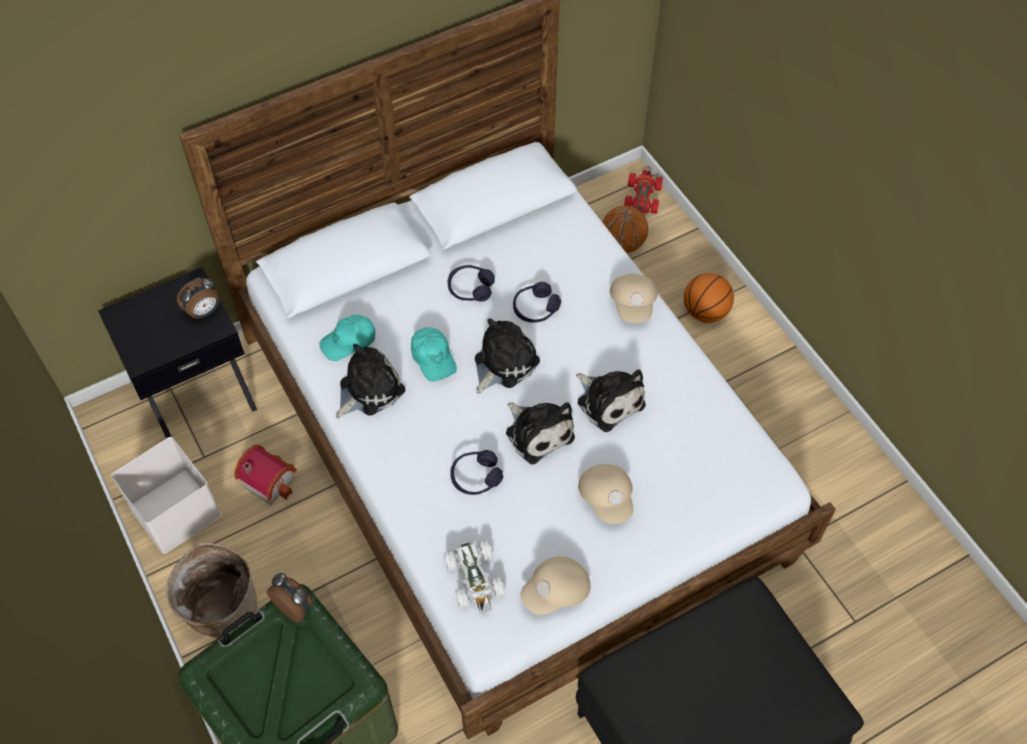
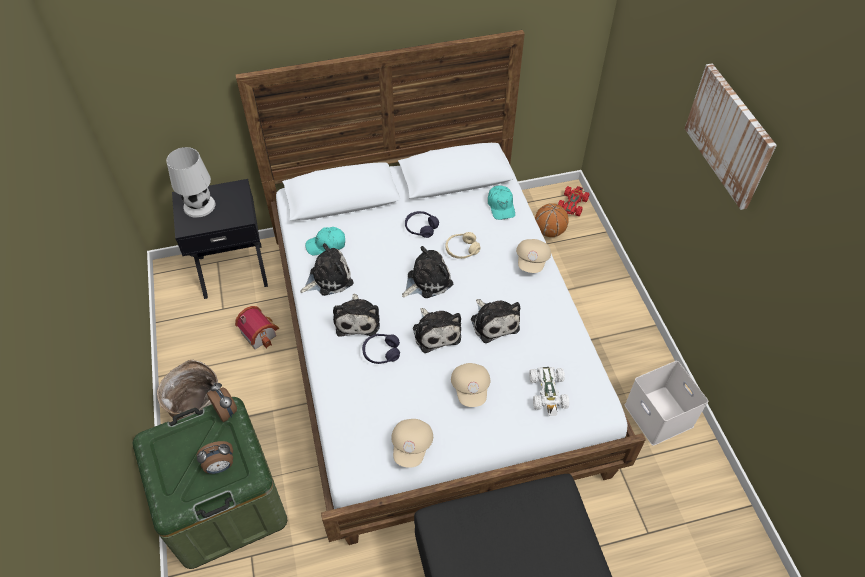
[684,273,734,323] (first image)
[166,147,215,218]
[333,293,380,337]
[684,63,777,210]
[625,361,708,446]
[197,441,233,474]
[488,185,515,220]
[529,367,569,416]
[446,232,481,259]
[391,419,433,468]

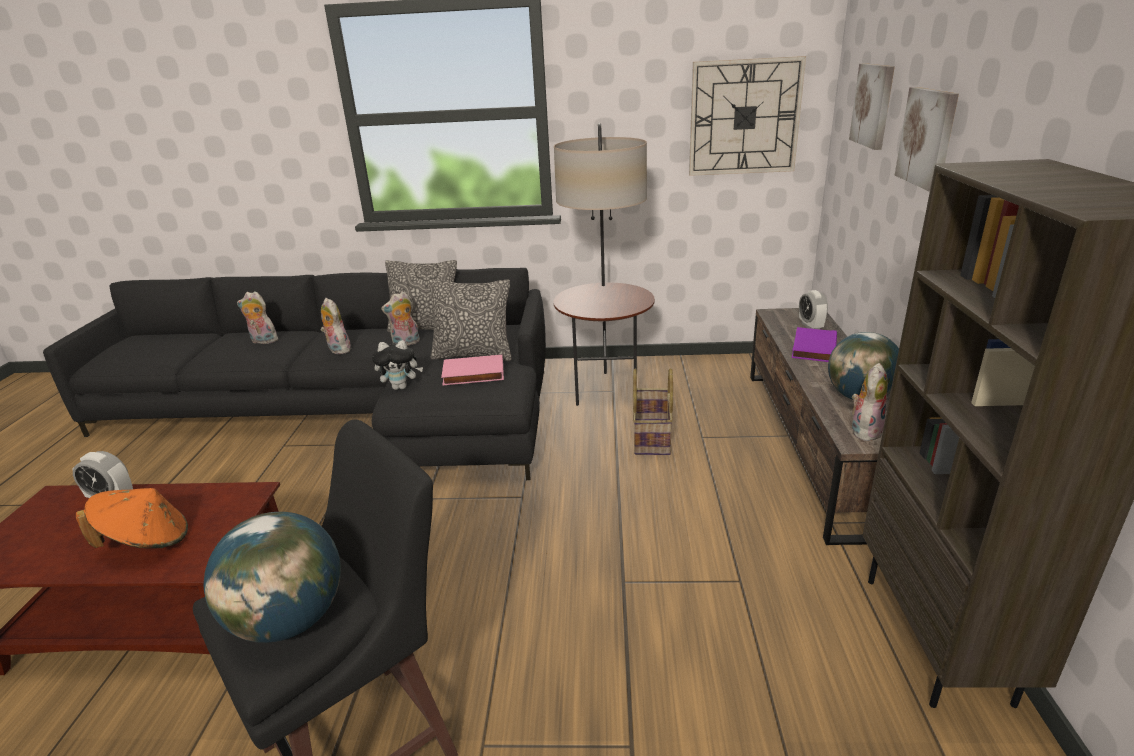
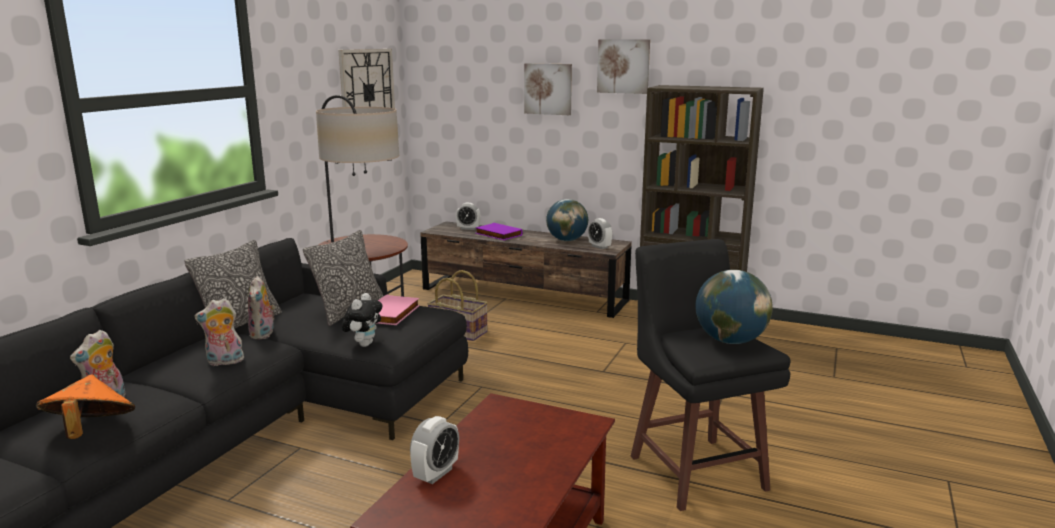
[36,375,135,439]
[597,40,650,94]
[588,218,612,249]

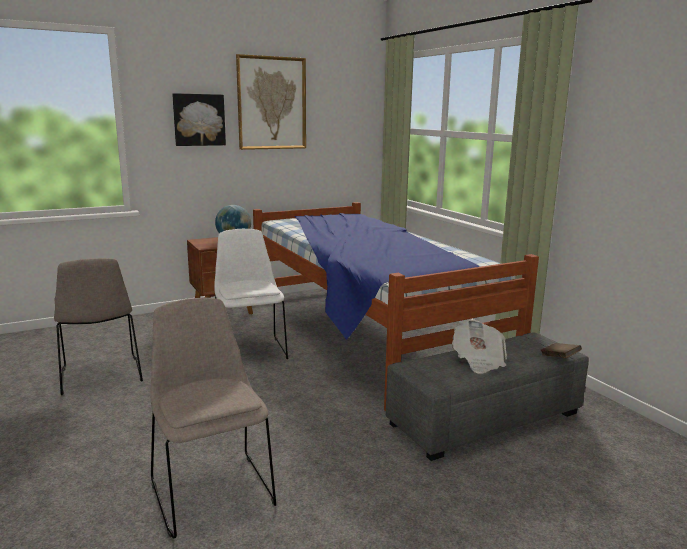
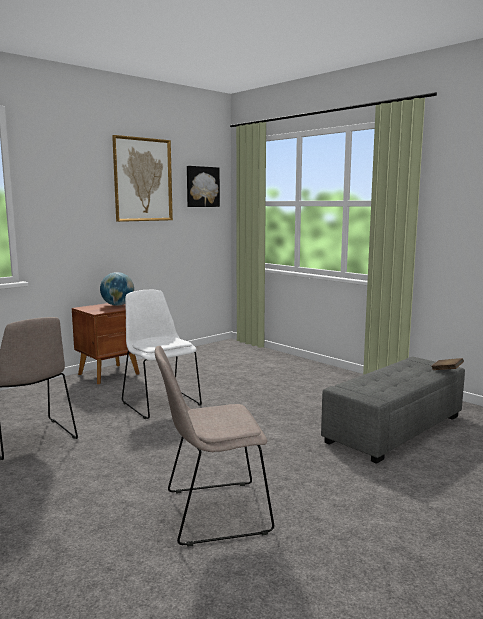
[253,202,539,411] (first image)
[451,320,507,374] (first image)
[187,166,220,207]
[155,346,274,547]

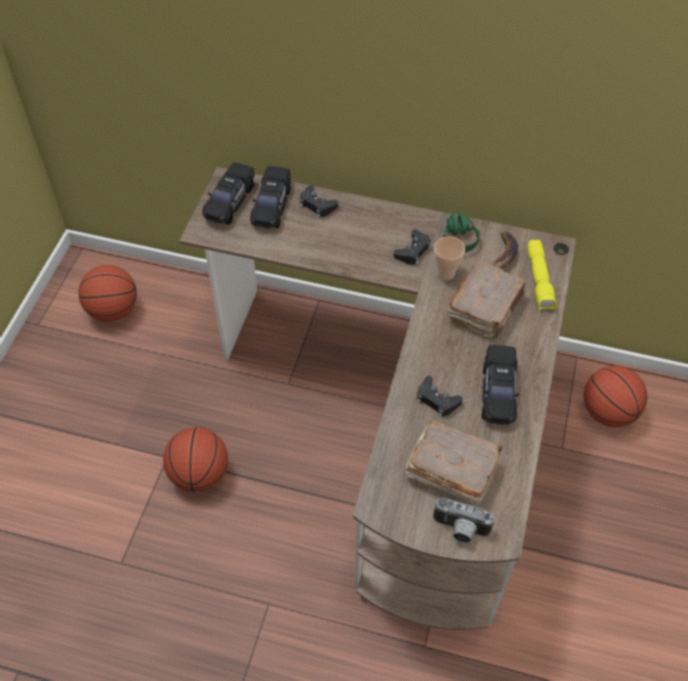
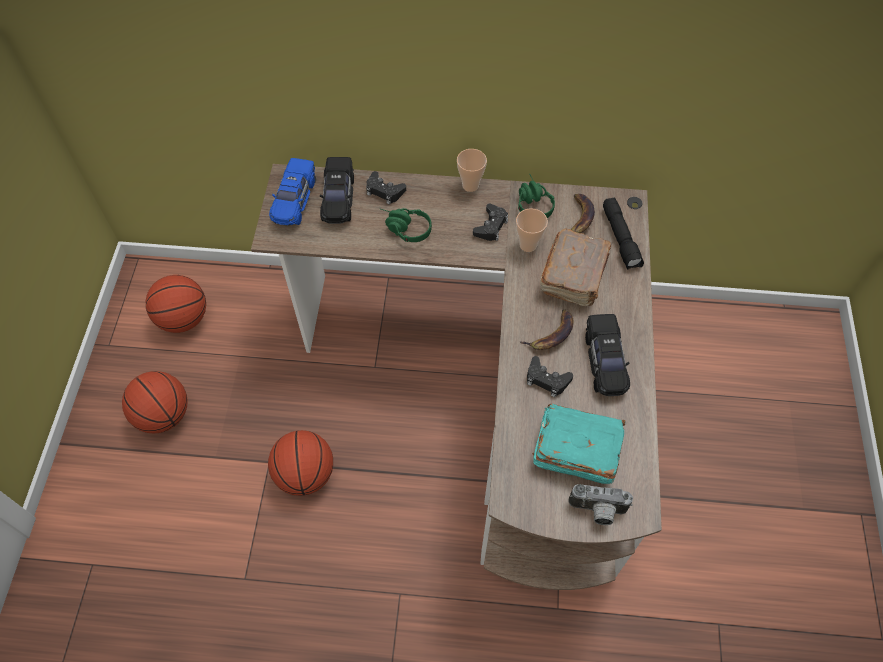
[379,208,432,242]
[457,149,487,192]
[520,309,573,350]
[122,371,188,434]
[269,158,315,226]
[532,404,625,484]
[603,198,644,270]

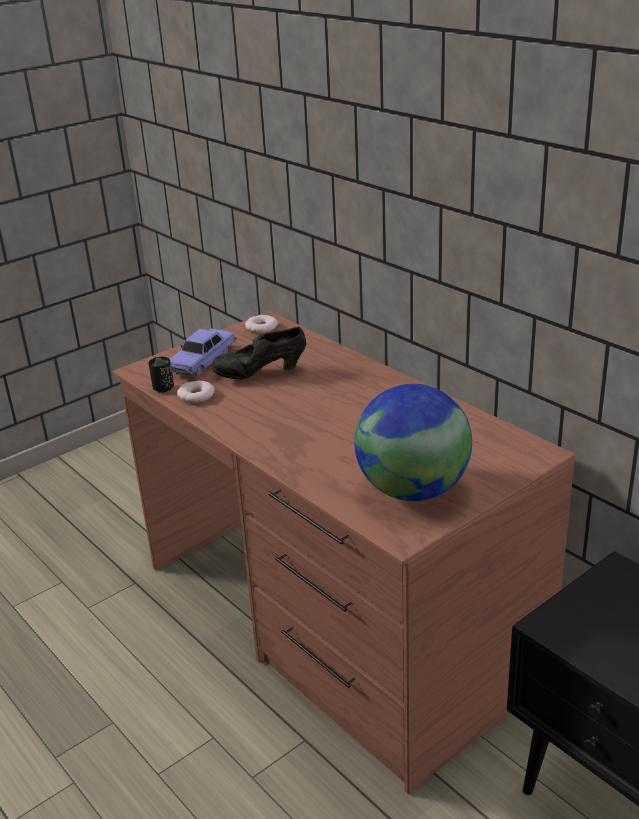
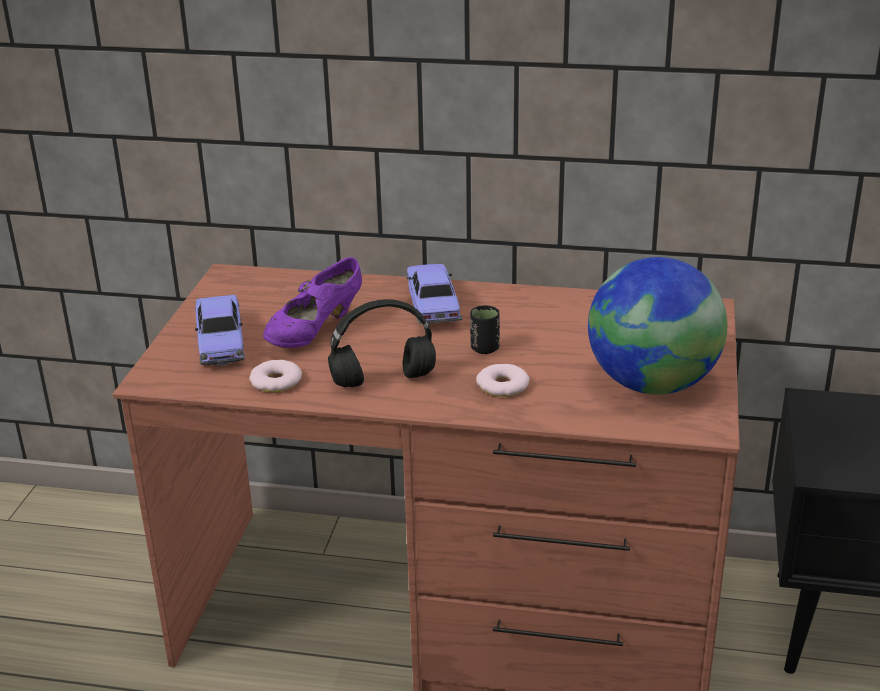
[328,299,436,388]
[406,264,462,324]
[470,305,500,354]
[476,364,530,397]
[263,257,362,348]

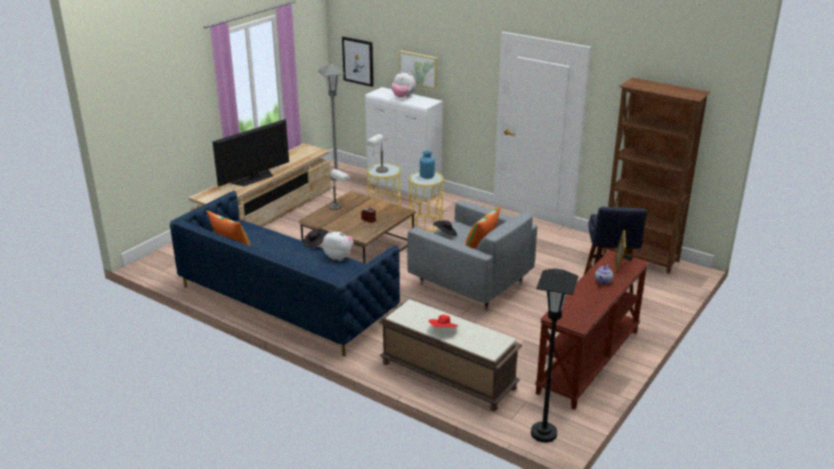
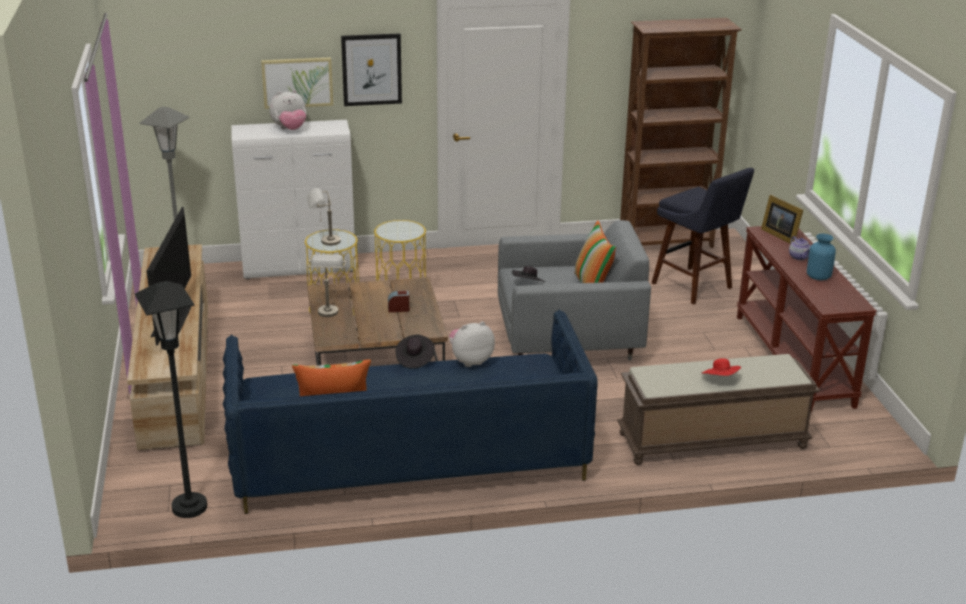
[341,33,402,106]
[807,234,836,280]
[135,281,207,518]

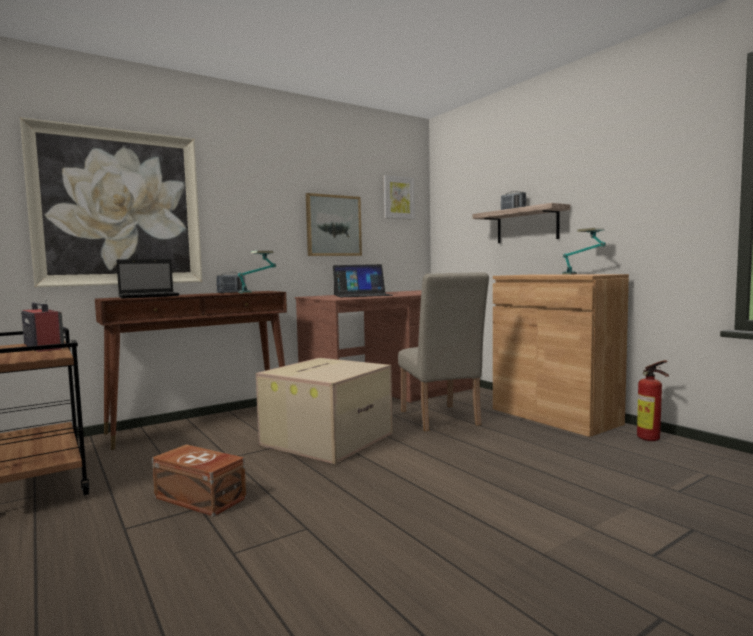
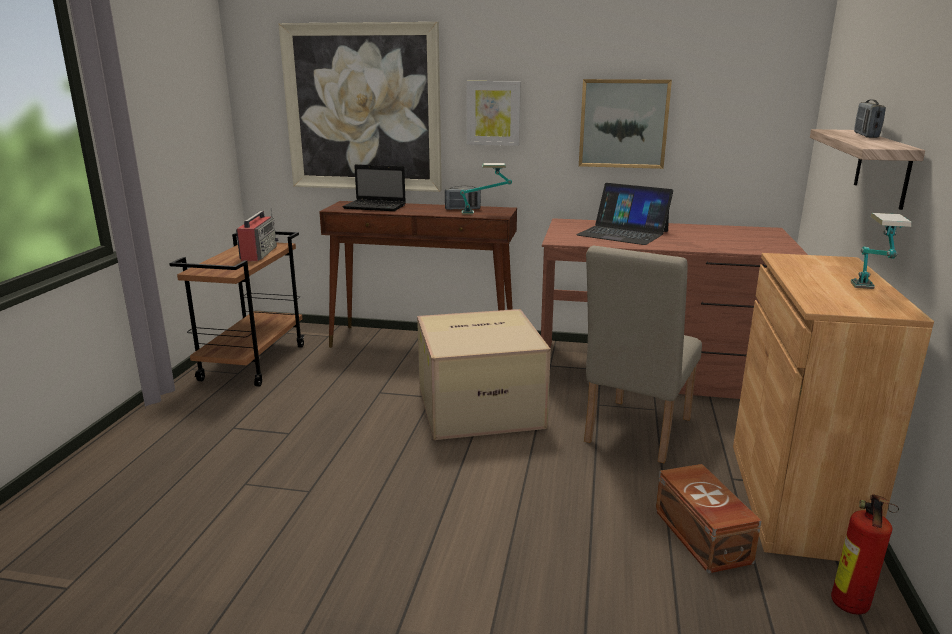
[655,464,762,573]
[466,81,521,146]

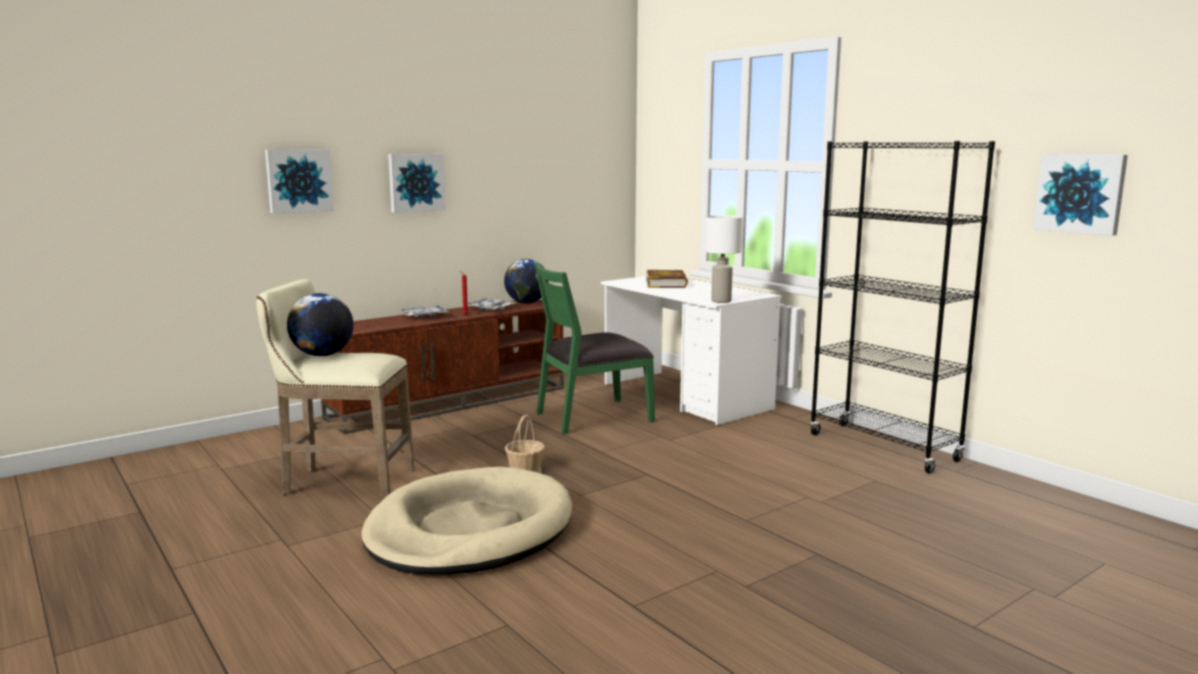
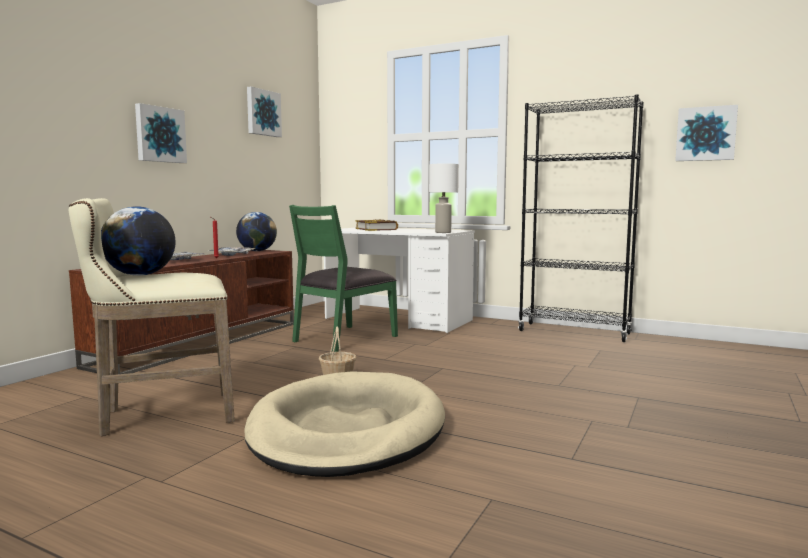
[247,87,282,137]

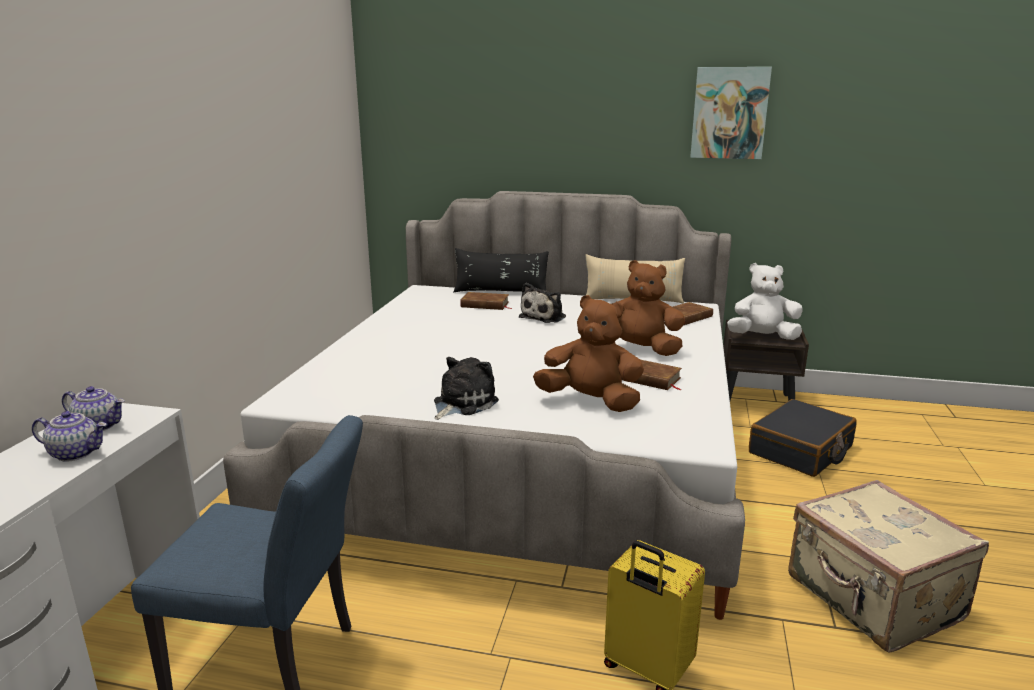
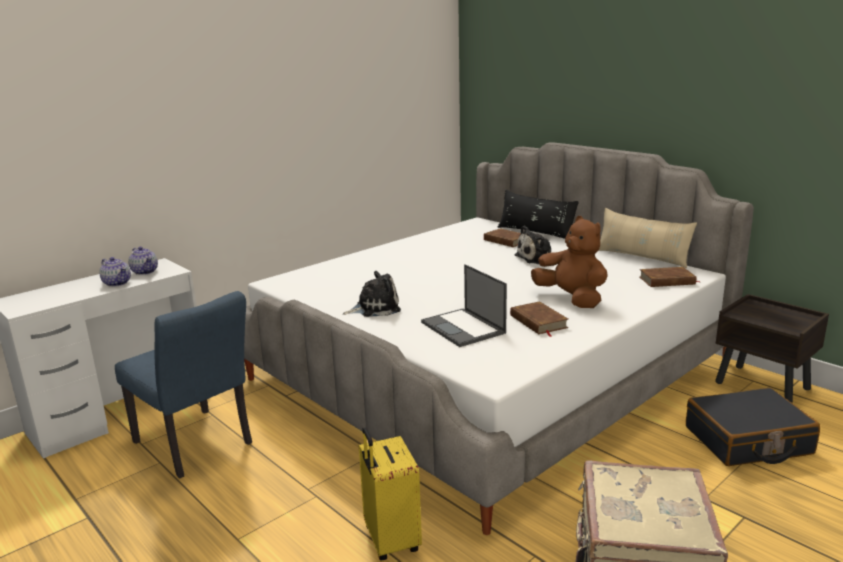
[690,67,772,159] (first image)
[727,263,803,340] (first image)
[421,264,507,347]

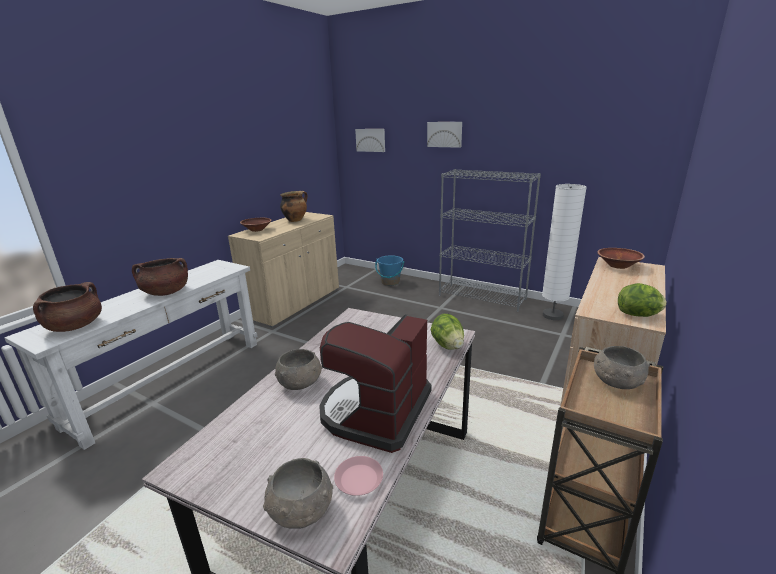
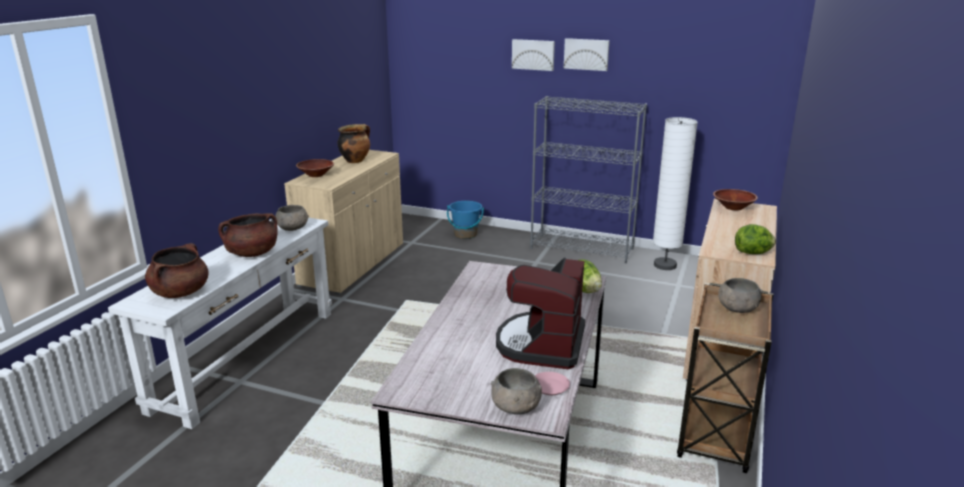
[276,205,309,231]
[564,38,610,71]

